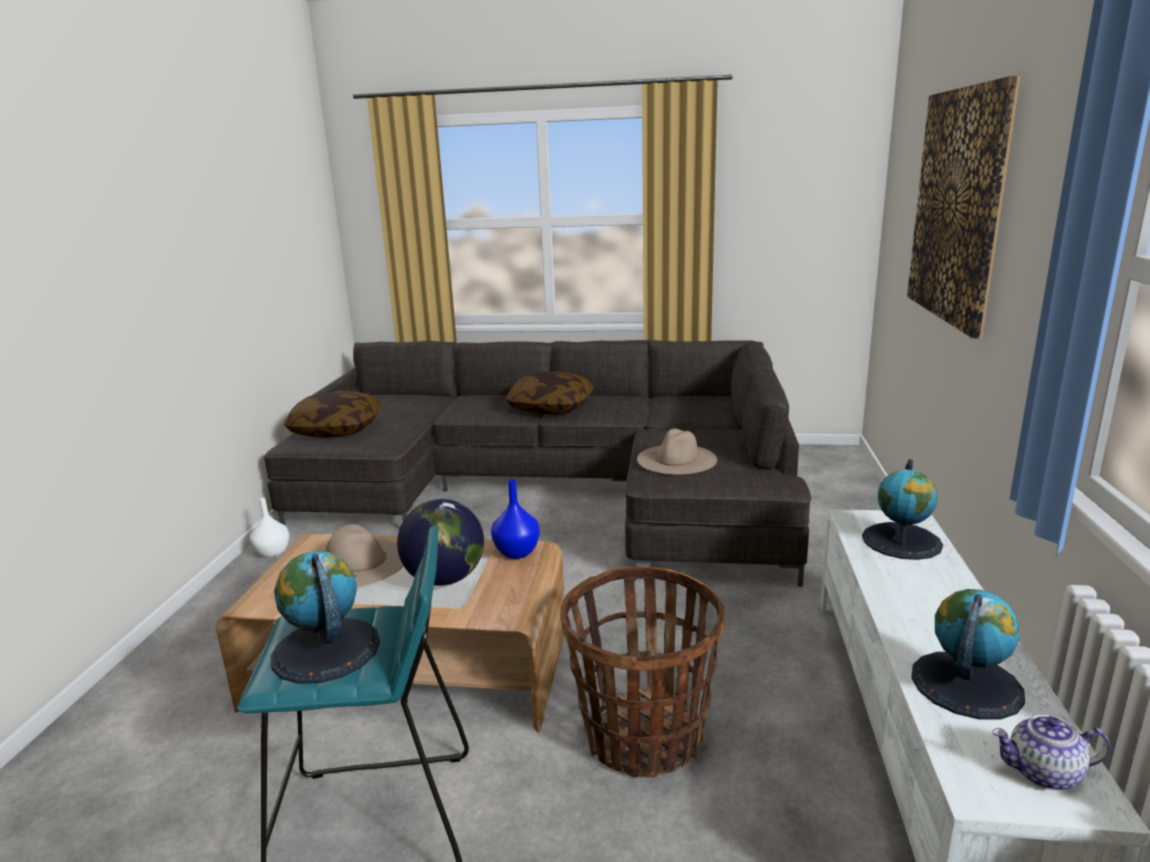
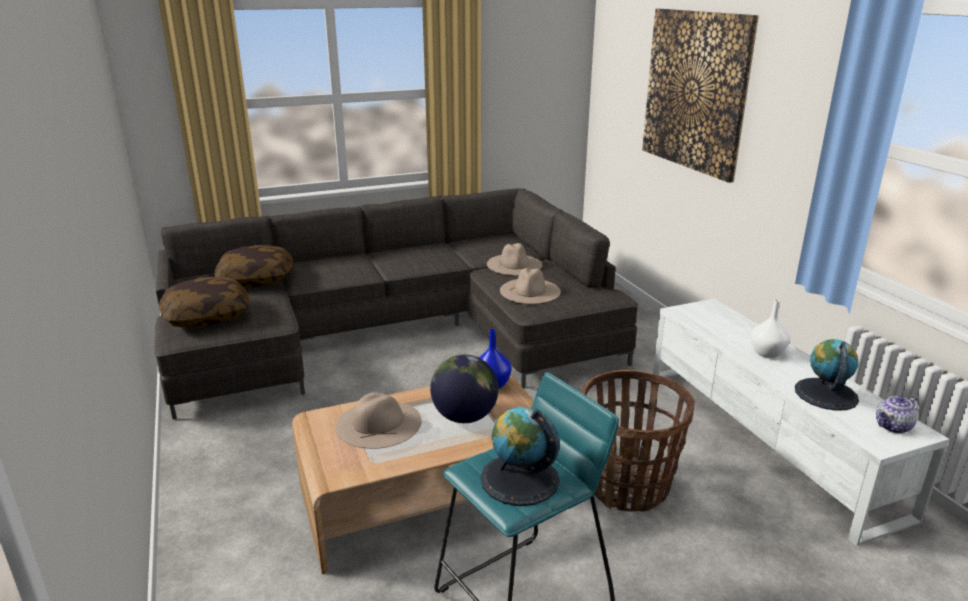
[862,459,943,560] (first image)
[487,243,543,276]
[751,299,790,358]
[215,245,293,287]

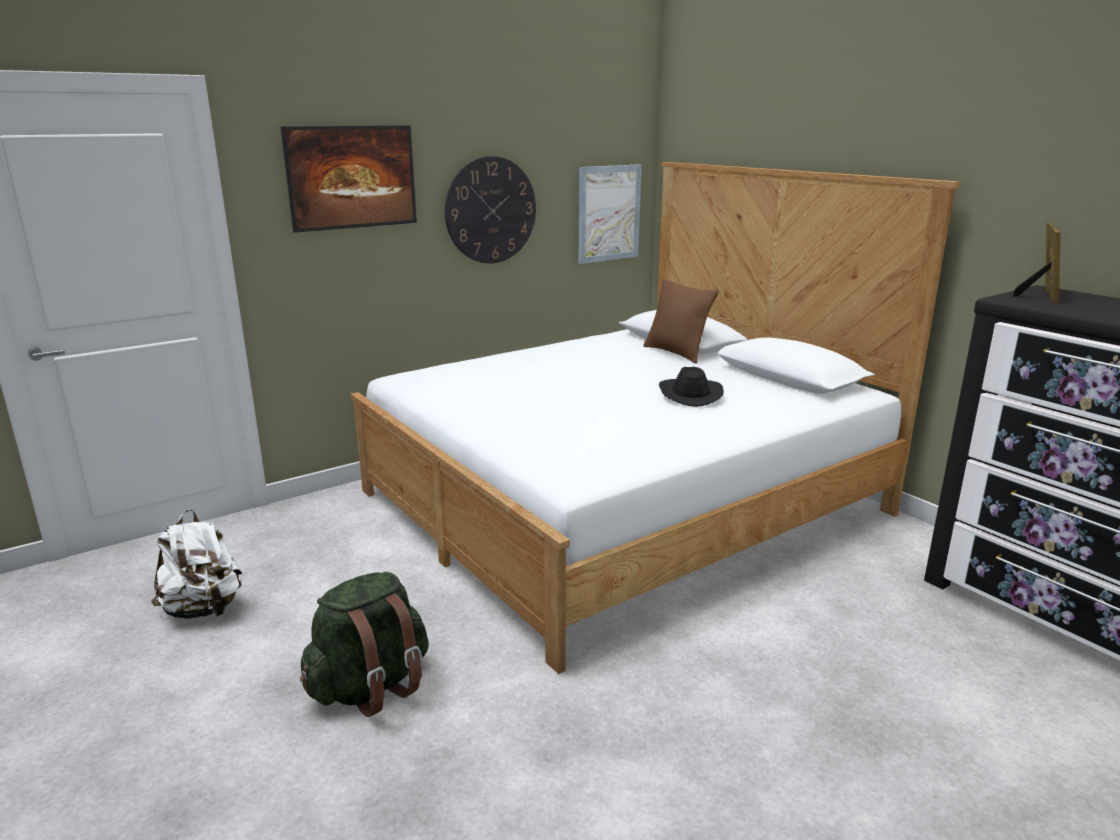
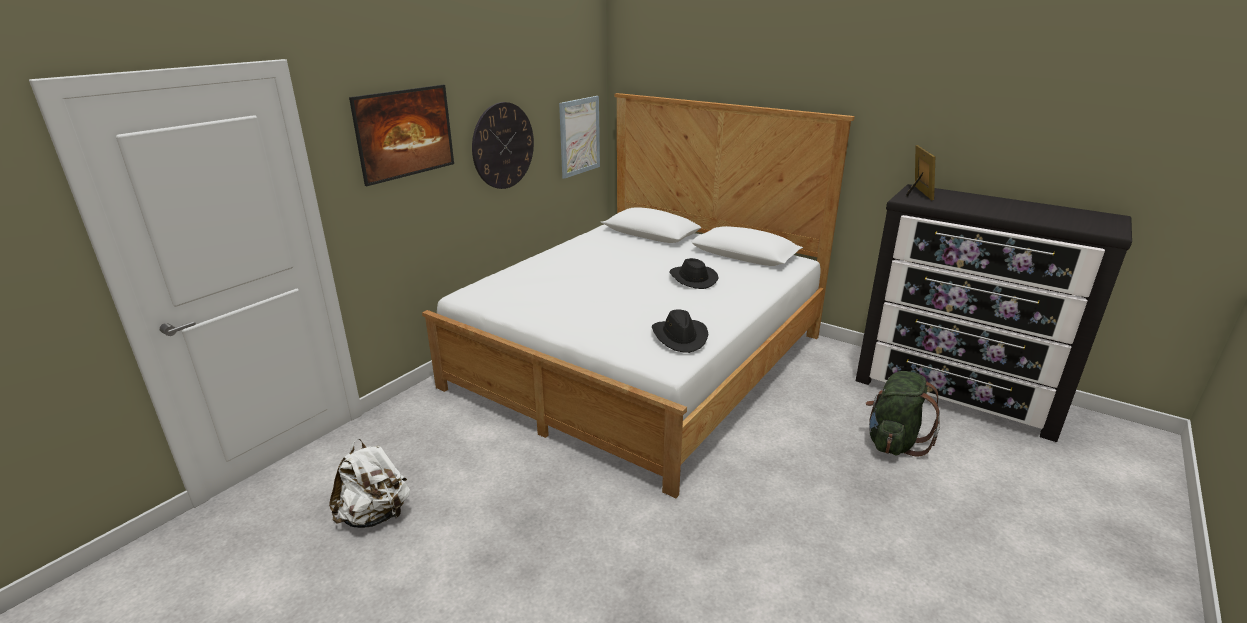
[643,278,719,363] (first image)
[652,309,708,353]
[866,371,940,457]

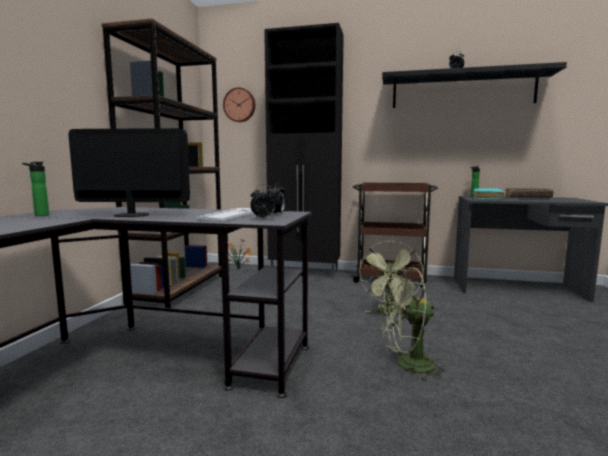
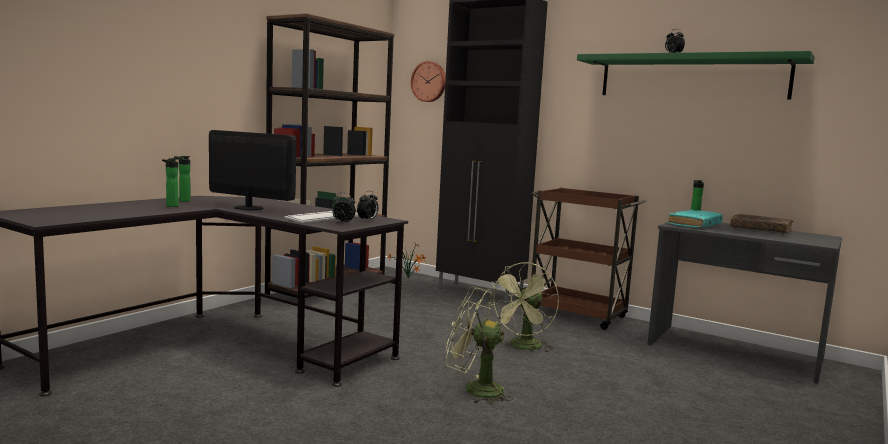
[162,158,178,207]
[577,51,815,100]

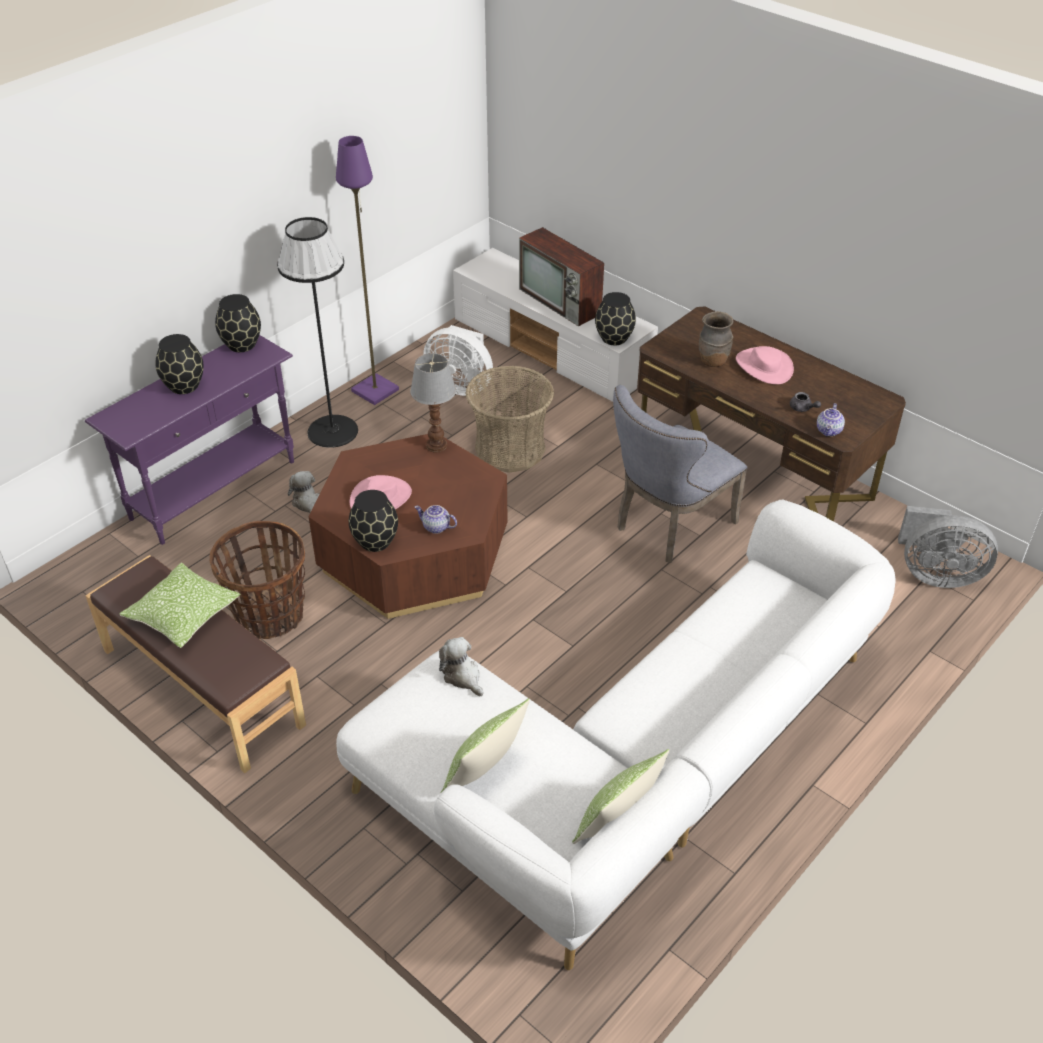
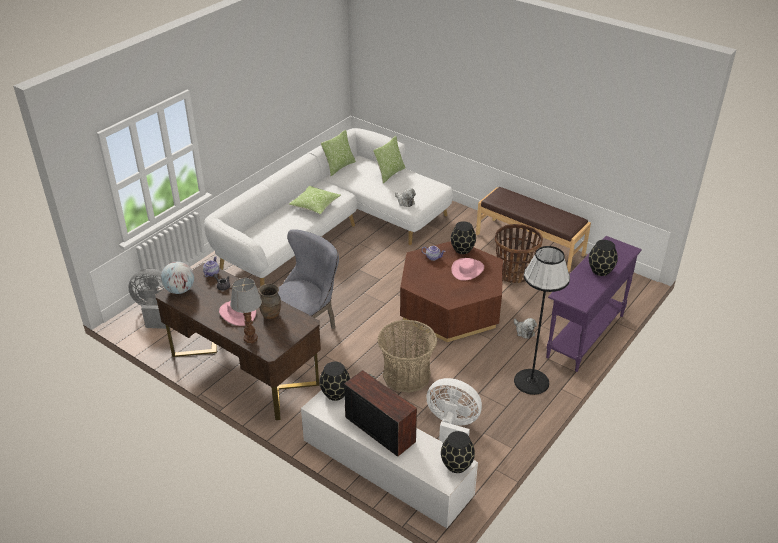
[336,136,399,405] (first image)
[161,261,194,294]
[289,186,341,215]
[441,431,475,473]
[230,278,262,344]

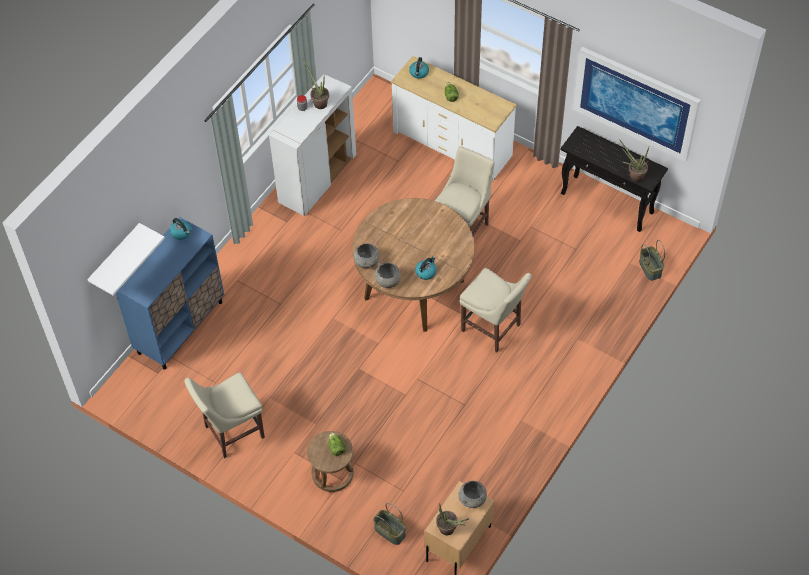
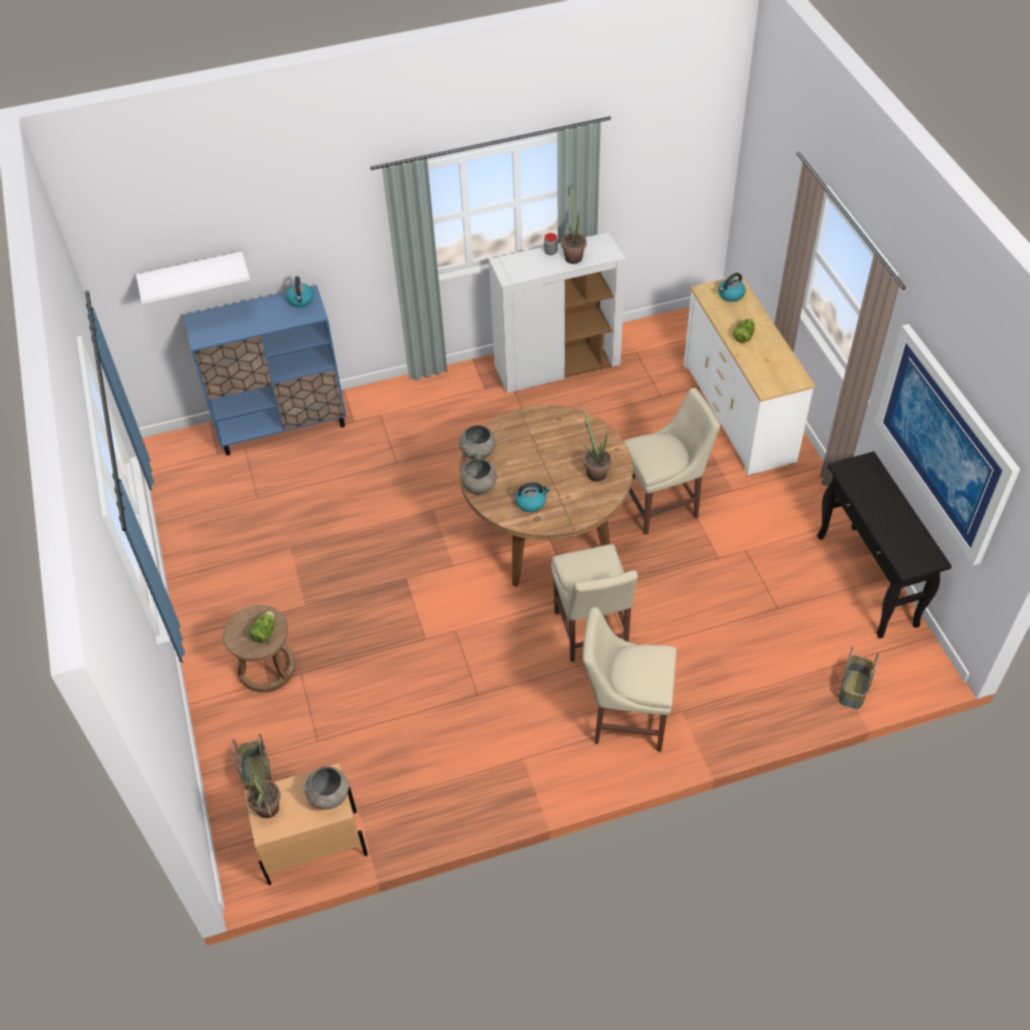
[583,607,677,752]
[580,403,611,482]

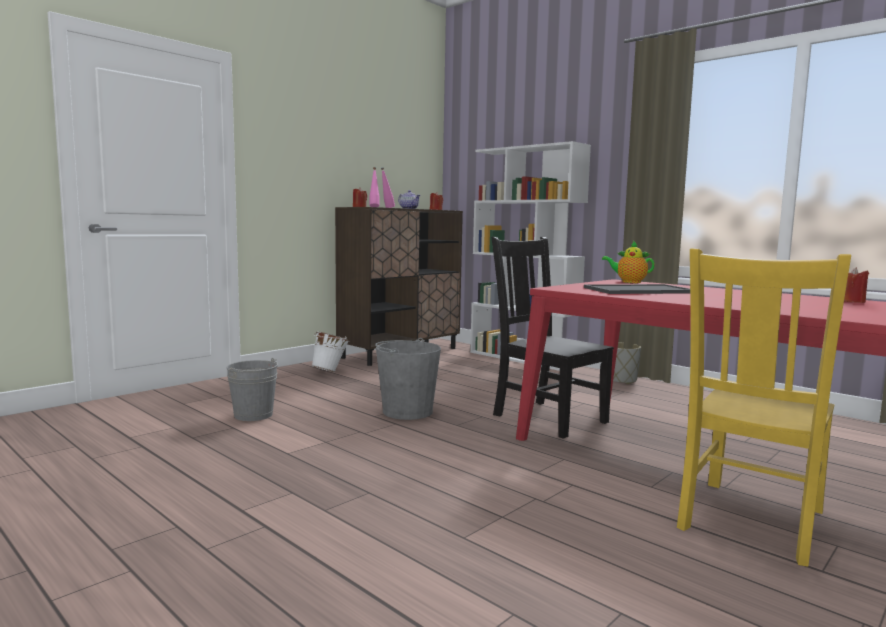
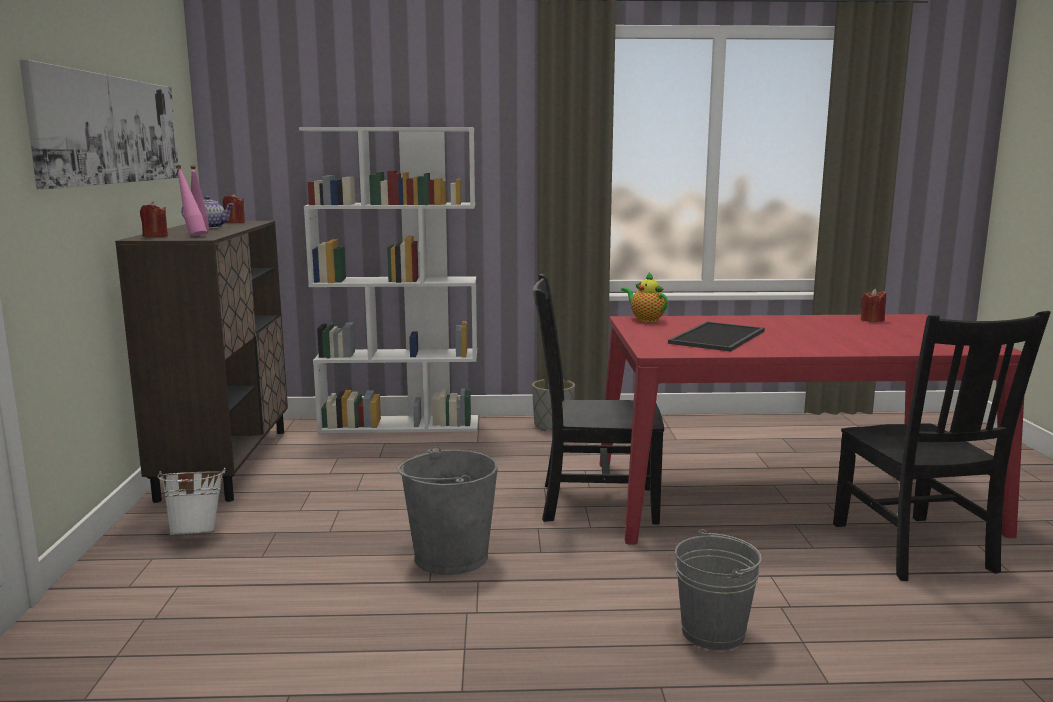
[19,60,179,190]
[675,529,762,650]
[833,311,1051,581]
[621,272,668,323]

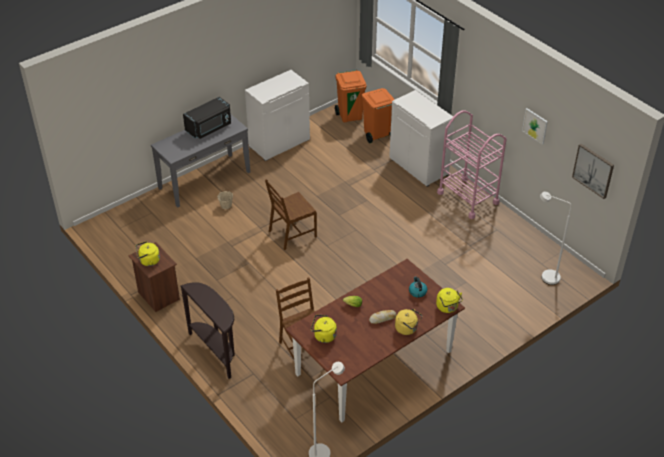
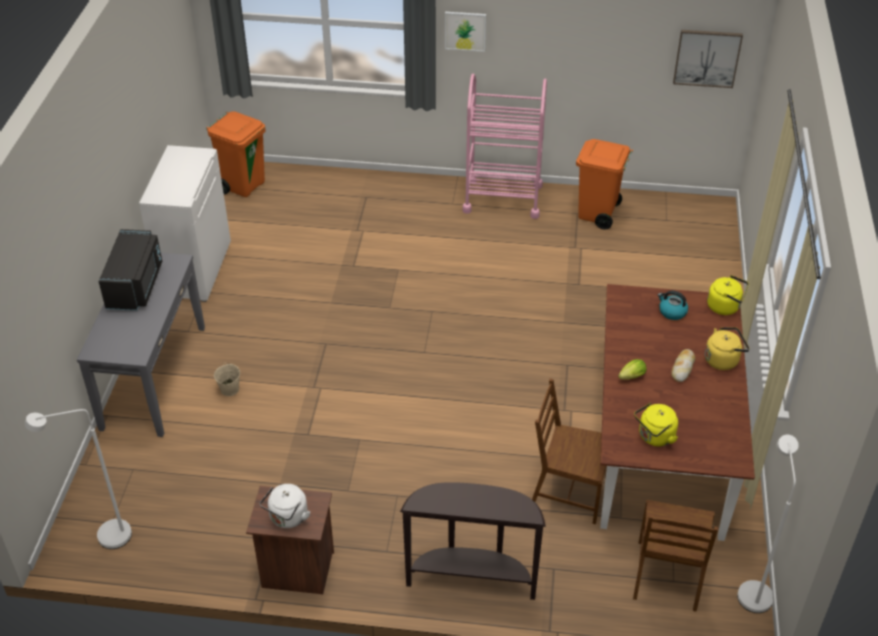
[389,90,454,187] (first image)
[633,500,718,612]
[576,139,633,229]
[445,12,486,52]
[25,409,132,549]
[260,484,310,528]

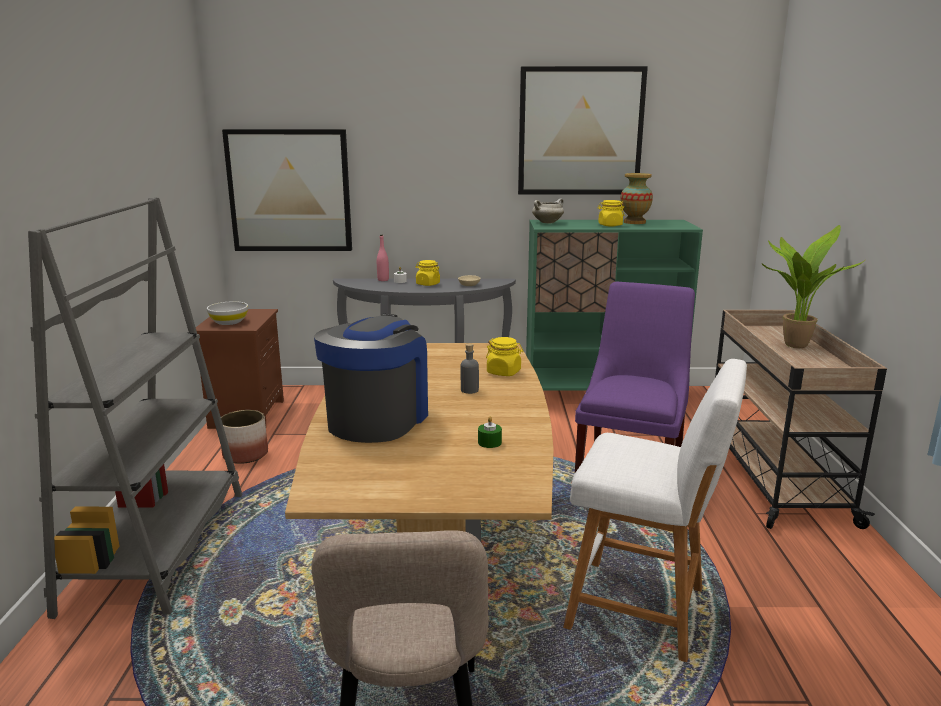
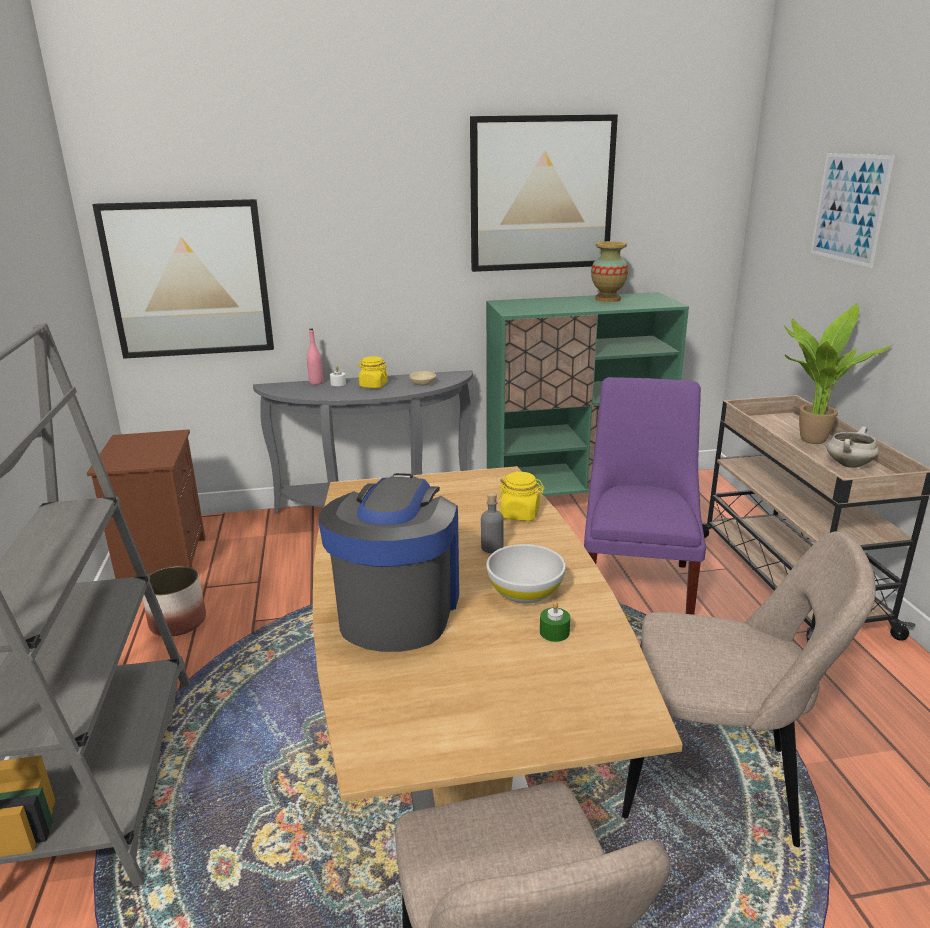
[597,200,624,226] (first image)
[810,153,895,268]
[486,544,566,604]
[826,427,879,468]
[622,532,876,847]

